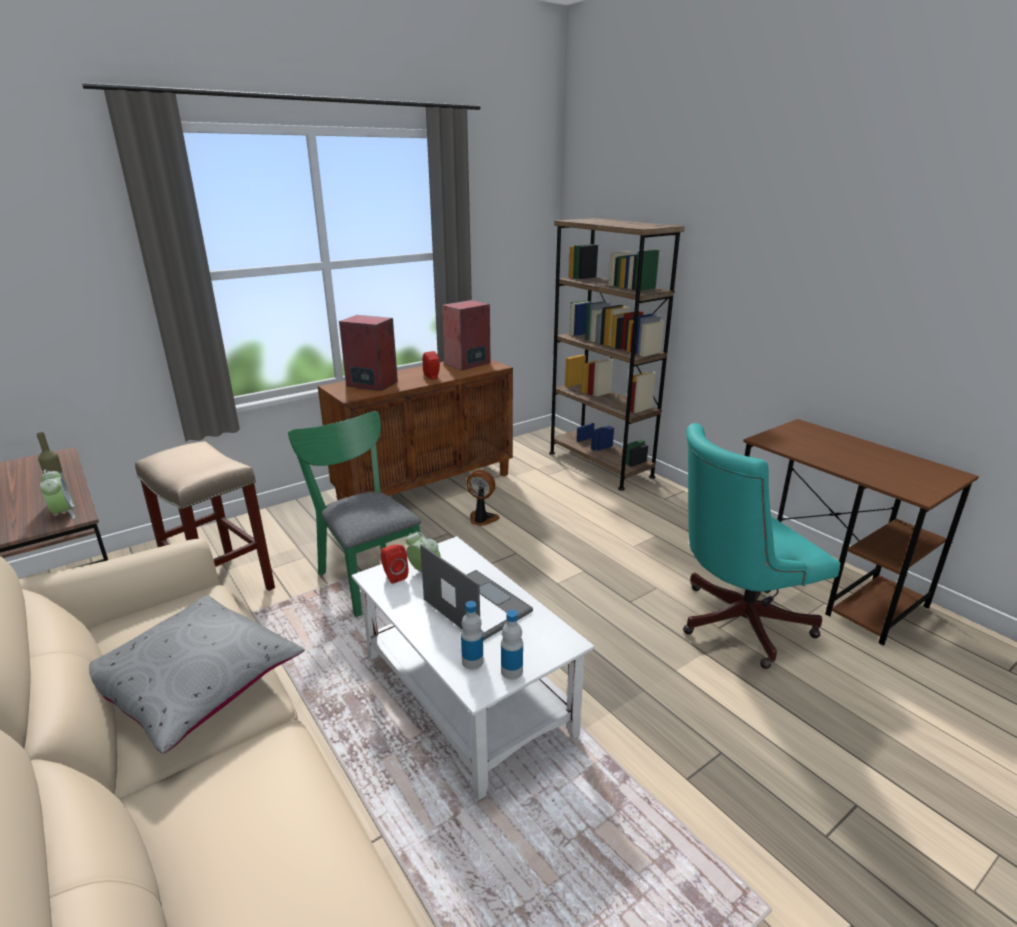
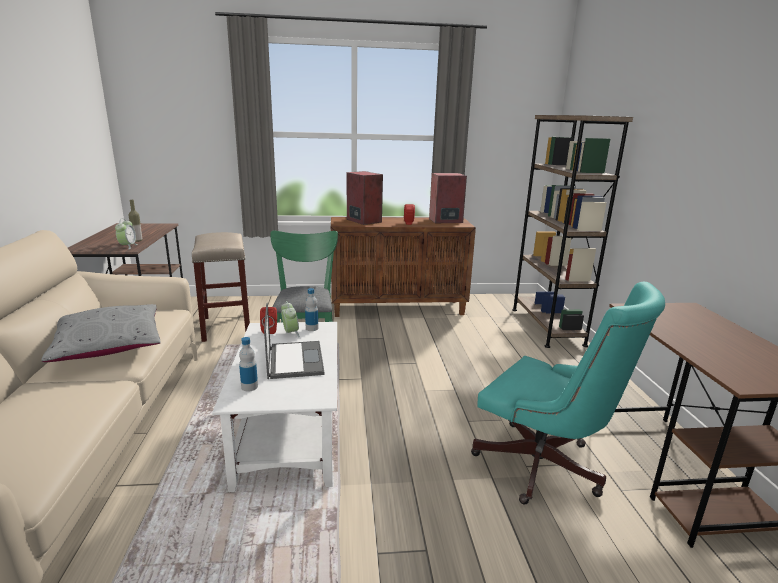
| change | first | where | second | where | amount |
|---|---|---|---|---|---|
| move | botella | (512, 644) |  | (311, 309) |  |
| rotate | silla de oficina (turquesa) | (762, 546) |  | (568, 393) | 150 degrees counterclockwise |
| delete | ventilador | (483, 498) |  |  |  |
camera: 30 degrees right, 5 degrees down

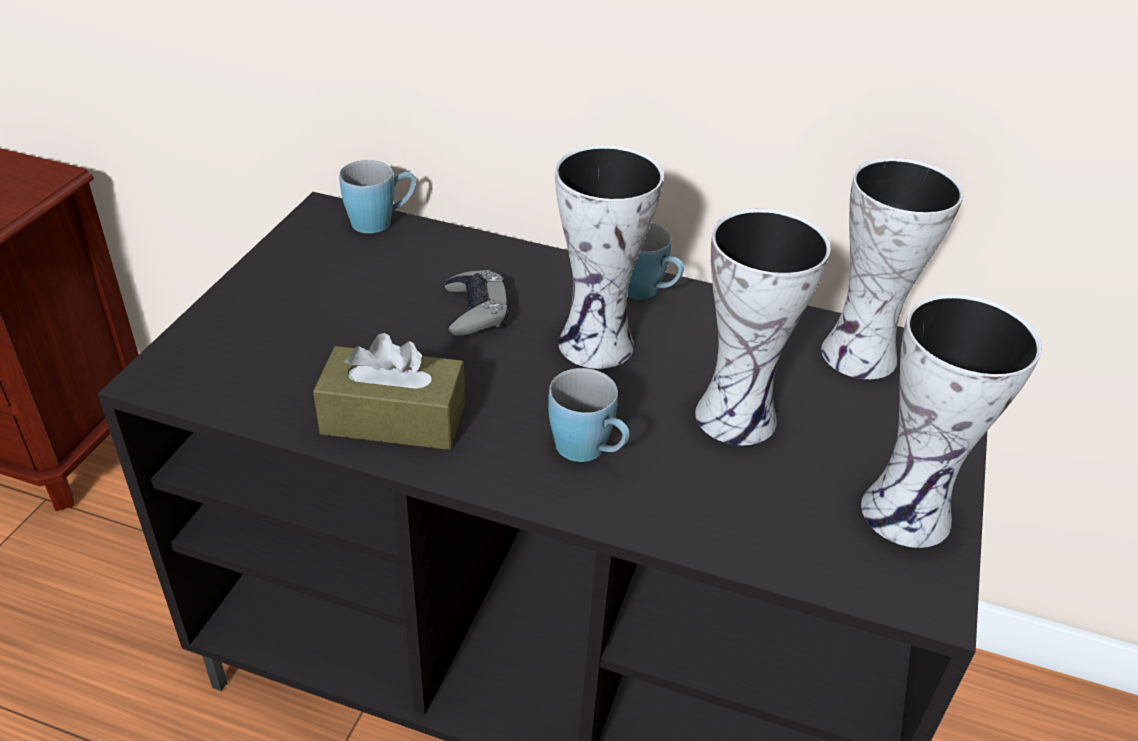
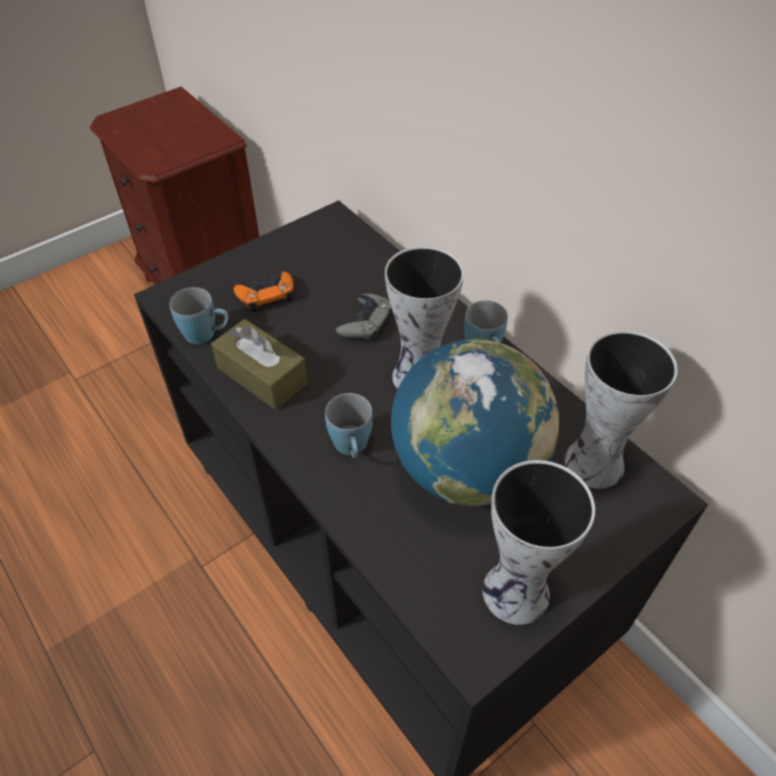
| change | first | where | second | where | amount |
|---|---|---|---|---|---|
| move | taza grande (azul) | (377, 197) |  | (199, 315) |  |
| insert |  |  | mando de consola (naranja) | (264, 291) |  |
| replace | florero | (763, 326) | globo terráqueo | (475, 422) |  |
camera: 35 degrees right, 10 degrees up

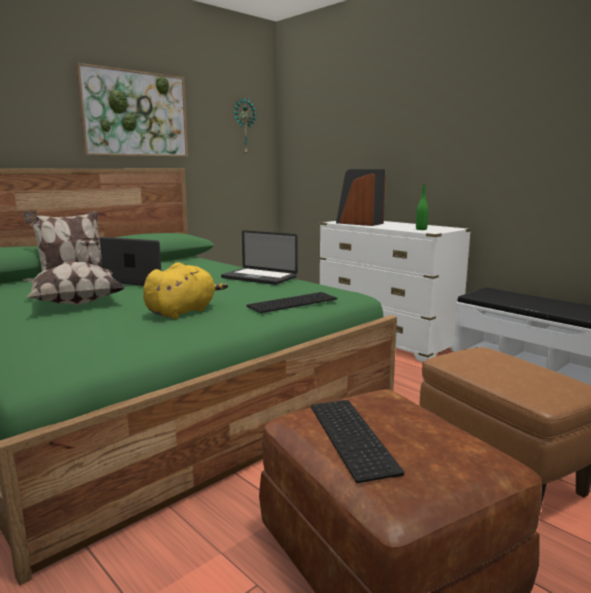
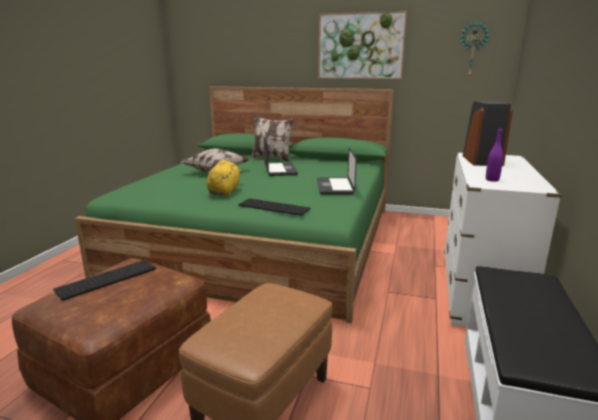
| change | first | where | second | where | amount |
|---|---|---|---|---|---|
| rotate | peluche (amarillo) | (185, 290) |  | (224, 178) | 90 degrees counterclockwise |
| recolor | botella (verde) | (422, 207) | botella (morado) | (494, 155) |  |
camera: 60 degrees right, 5 degrees up

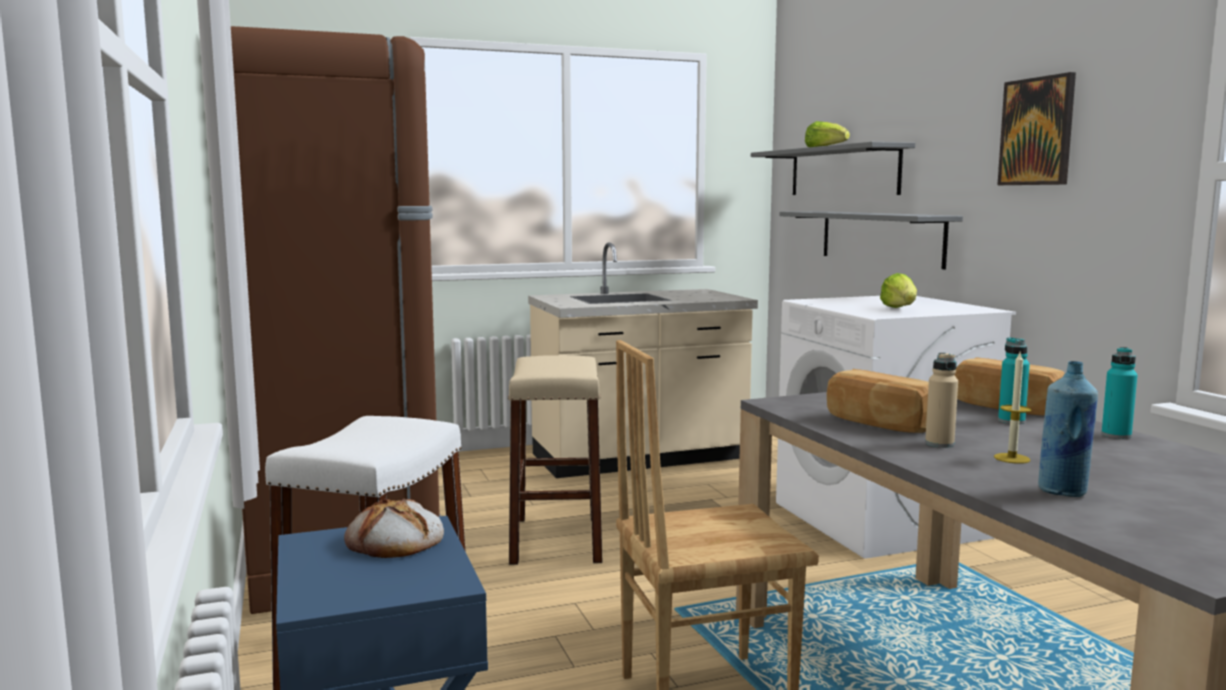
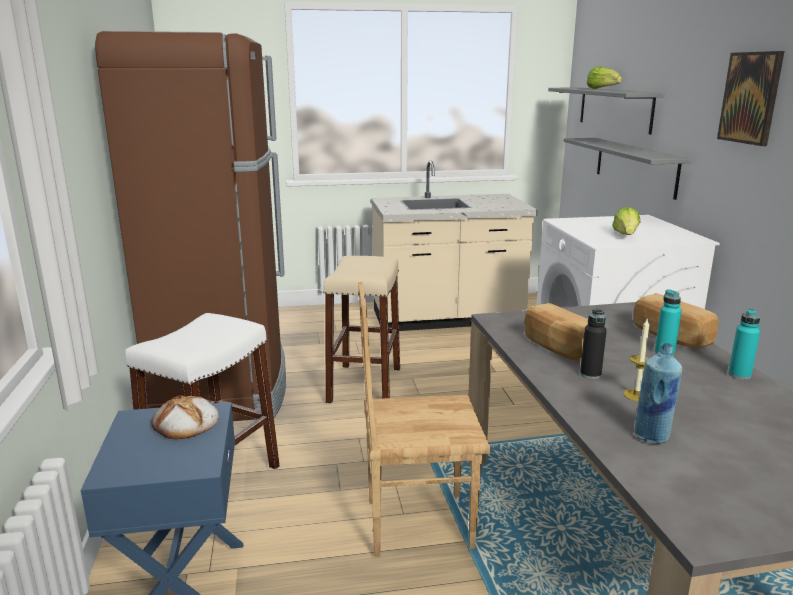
| change | first | where | second | where | amount |
|---|---|---|---|---|---|
| recolor | botella (beis) | (941, 400) | botella (negro) | (593, 343) |  |
camera: 10 degrees right, 10 degrees up

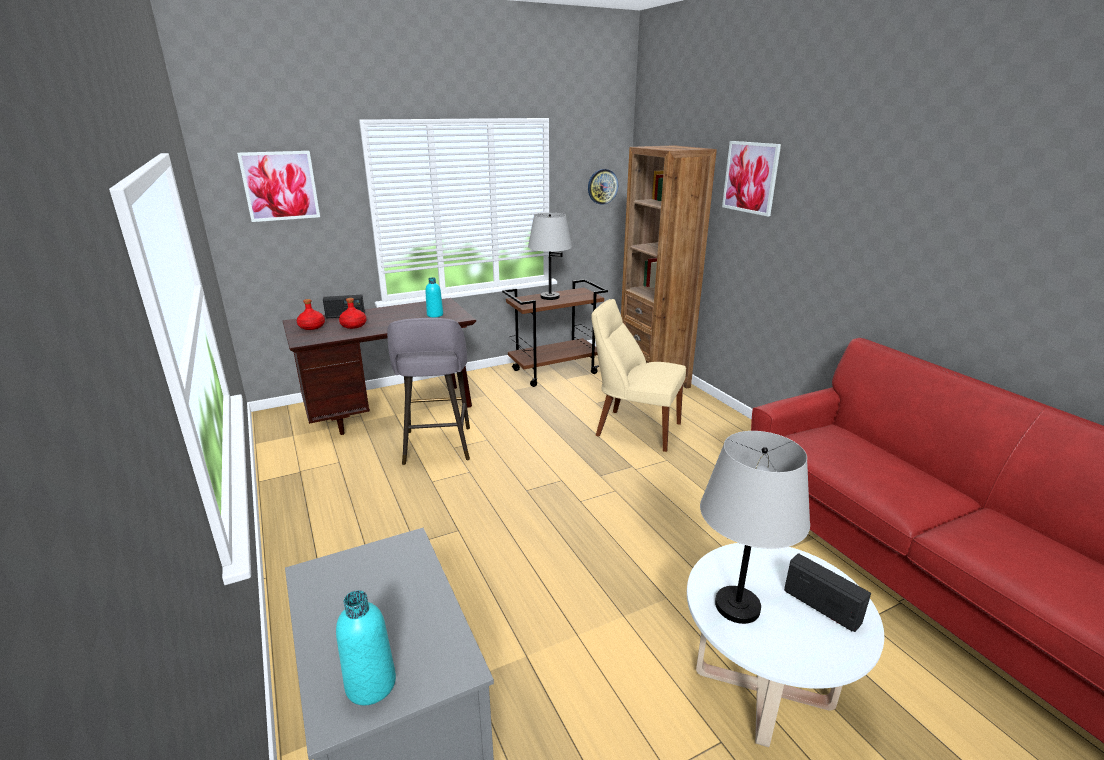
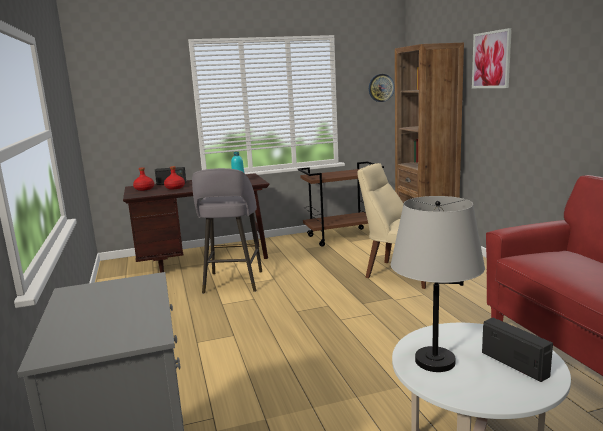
| change | first | where | second | where | amount |
|---|---|---|---|---|---|
| delete | cuadro | (278, 186) |  |  |  |
| delete | botella (turquesa) | (366, 647) |  |  |  |
| delete | lámpara de mesa (gris) | (550, 256) |  |  |  |
camera: 10 degrees right, 10 degrees down

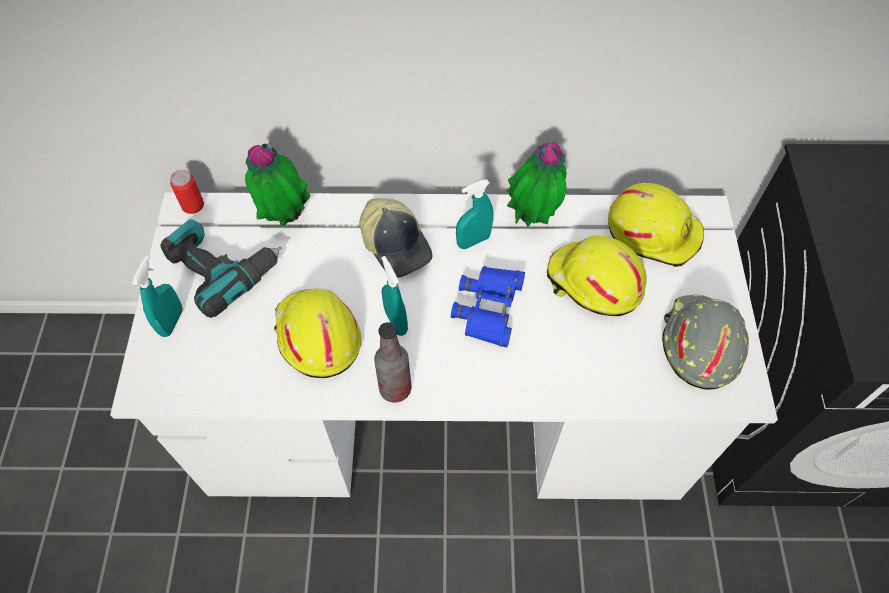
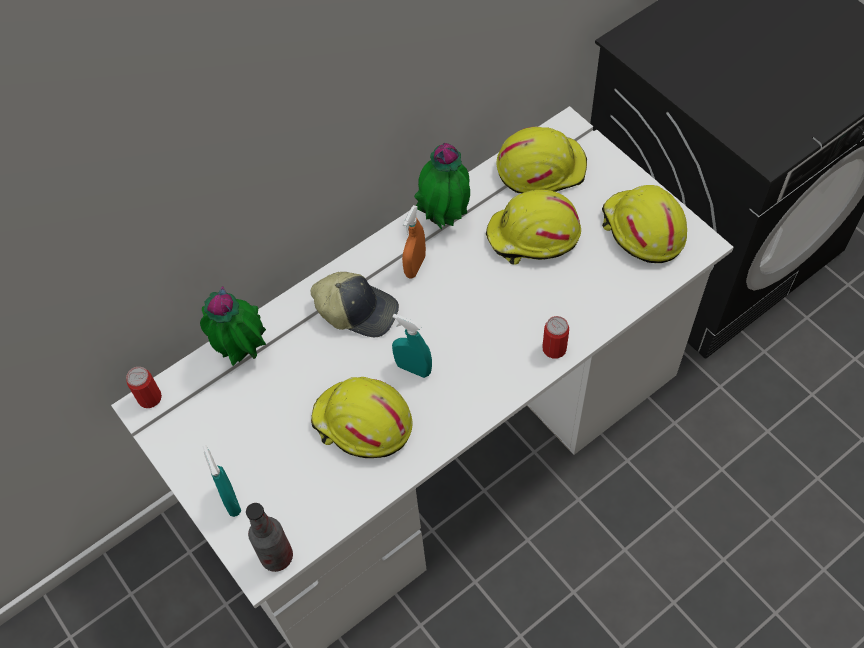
| change | first | where | second | where | amount |
|---|---|---|---|---|---|
| move | botella | (392, 362) |  | (269, 537) |  |
| recolor | pulverizador (turquesa) | (474, 214) | pulverizador (naranja) | (414, 241) |  |
| insert |  |  | lata | (555, 337) |  |
| recolor | casco (gris) | (705, 342) | casco (amarillo) | (644, 224) |  |
| delete | taladro | (221, 268) |  |  |  |
| delete | prismáticos (azul) | (488, 306) |  |  |  |
camera: 35 degrees left, 0 degrees up

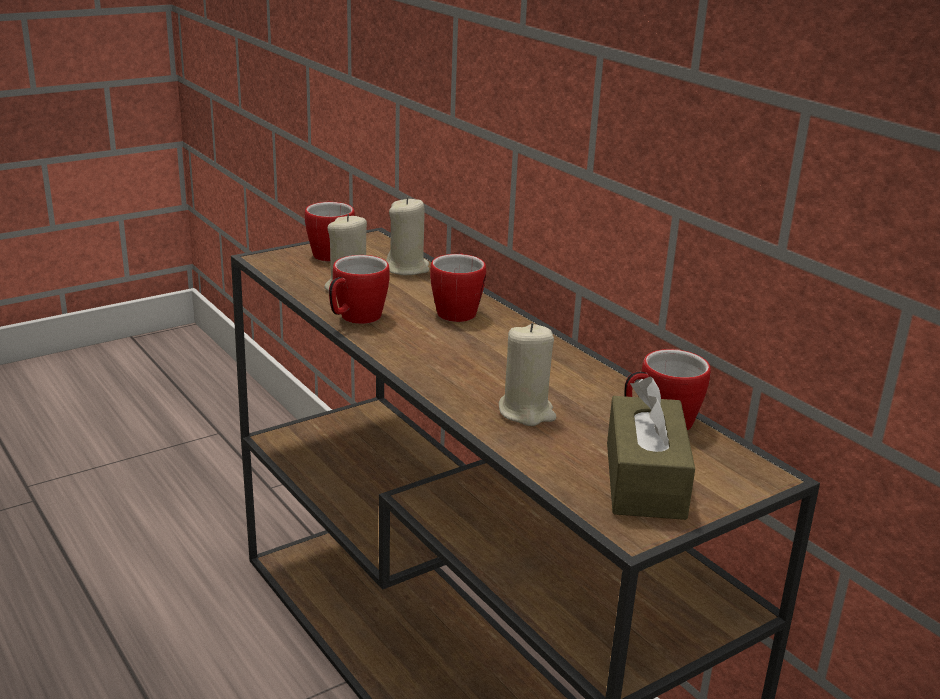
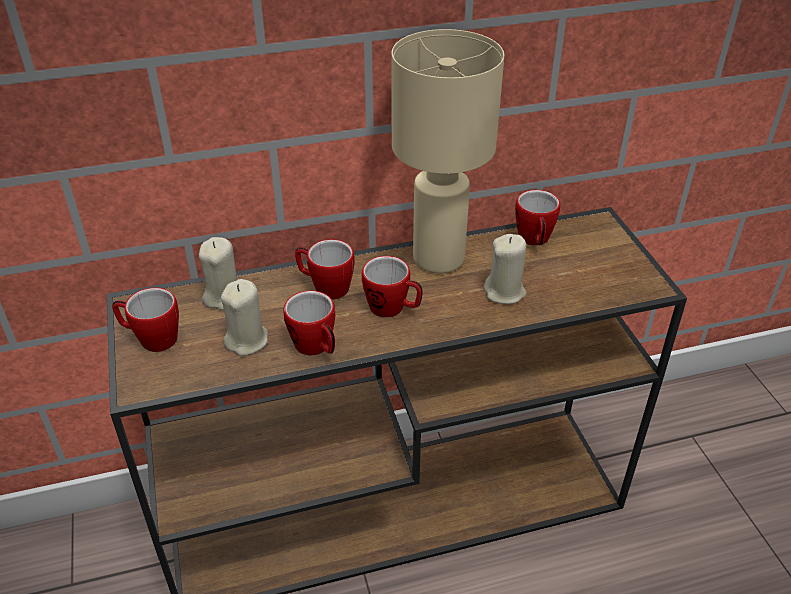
| change | first | where | second | where | amount |
|---|---|---|---|---|---|
| insert |  |  | taza grande | (392, 286) |  |
| insert |  |  | lámpara de mesa (beis) | (448, 151) |  |
| delete | caja de pañuelos (marrón) | (651, 448) |  |  |  |
camera: 70 degrees left, 15 degrees up

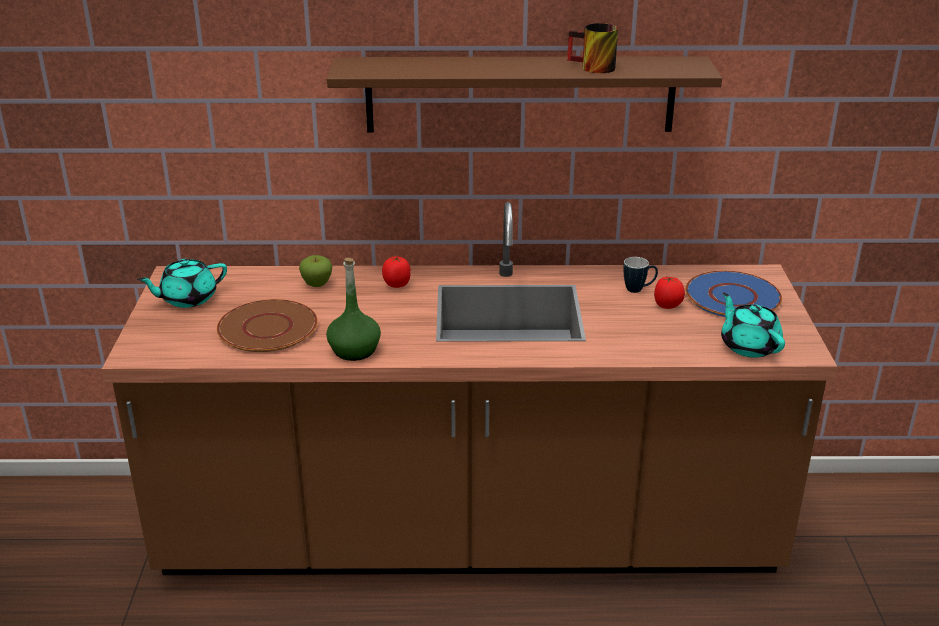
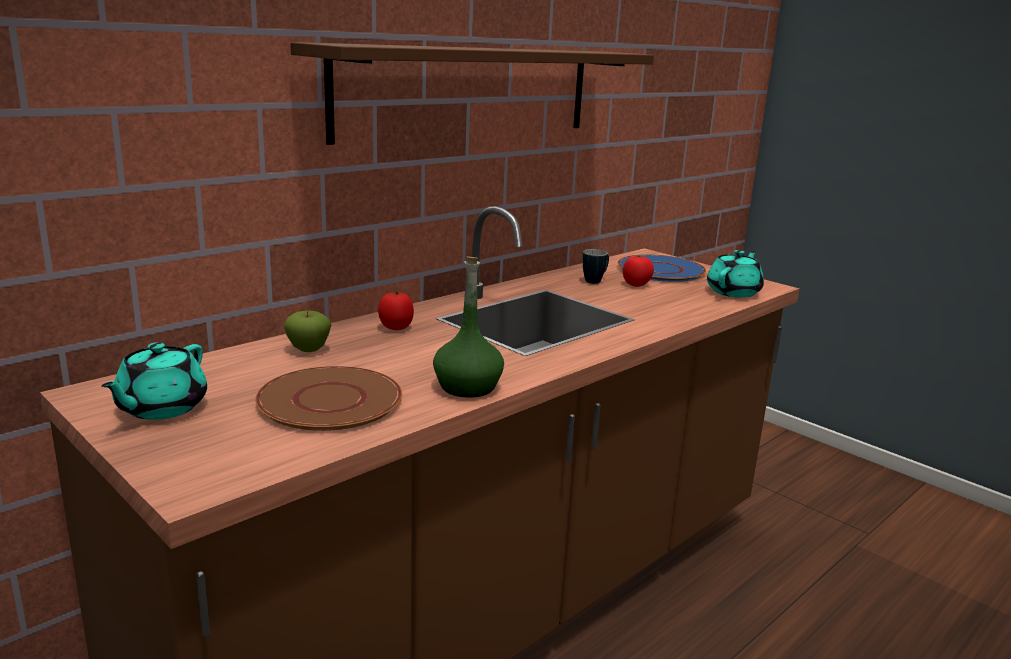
| change | first | where | second | where | amount |
|---|---|---|---|---|---|
| rotate | tetera (turquesa) | (753, 325) |  | (735, 274) | 105 degrees clockwise |
| delete | taza grande | (592, 48) |  |  |  |
camera: 45 degrees left, 10 degrees down

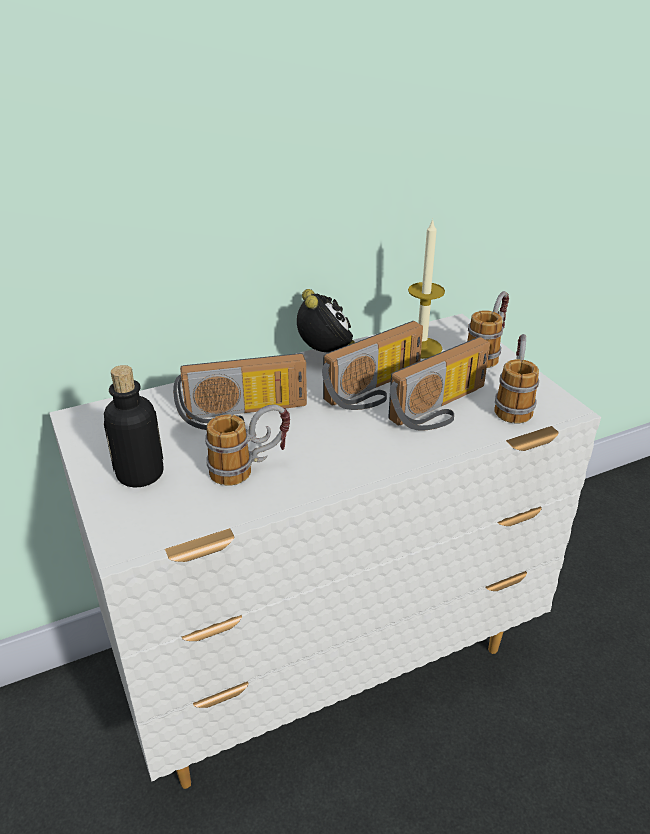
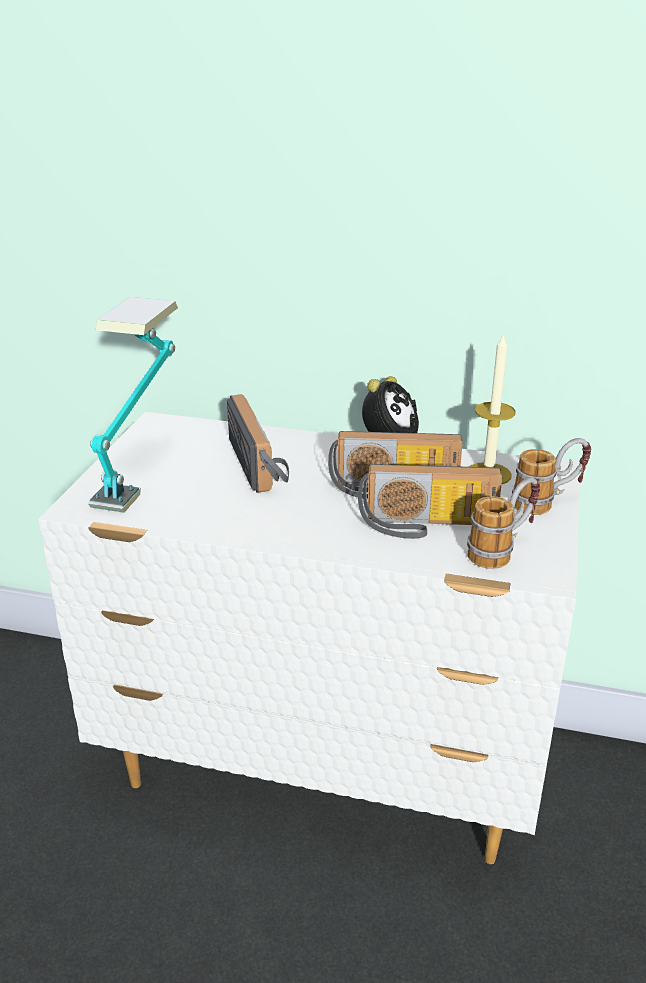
| change | first | where | second | where | amount |
|---|---|---|---|---|---|
| replace | botella | (134, 426) | lámpara de mesa | (133, 405) |  |
| rotate | radio | (240, 391) |  | (258, 443) | 135 degrees counterclockwise |
| delete | taza grande | (247, 445) |  |  |  |
camera: 40 degrees right, 5 degrees down

